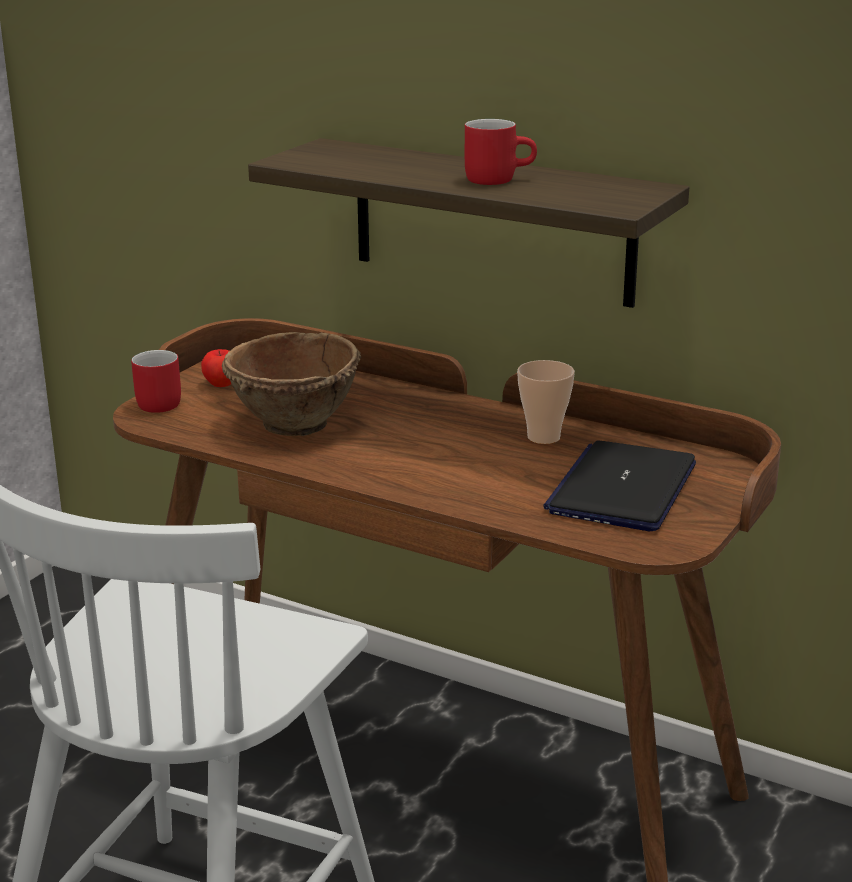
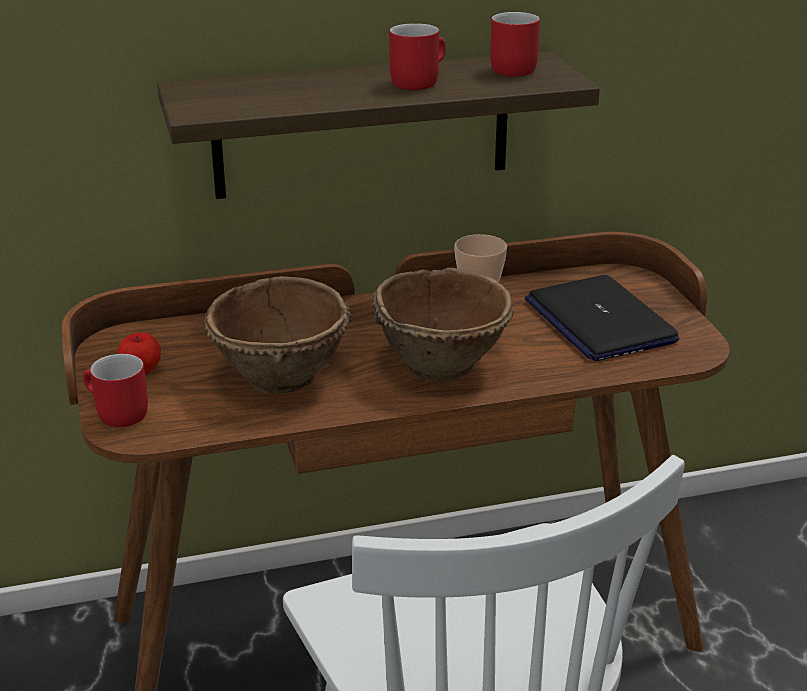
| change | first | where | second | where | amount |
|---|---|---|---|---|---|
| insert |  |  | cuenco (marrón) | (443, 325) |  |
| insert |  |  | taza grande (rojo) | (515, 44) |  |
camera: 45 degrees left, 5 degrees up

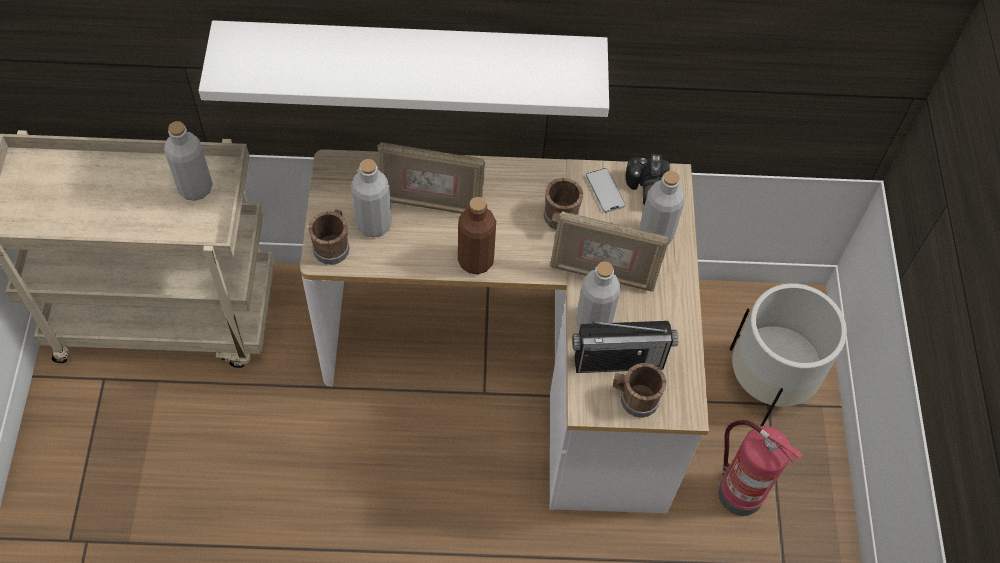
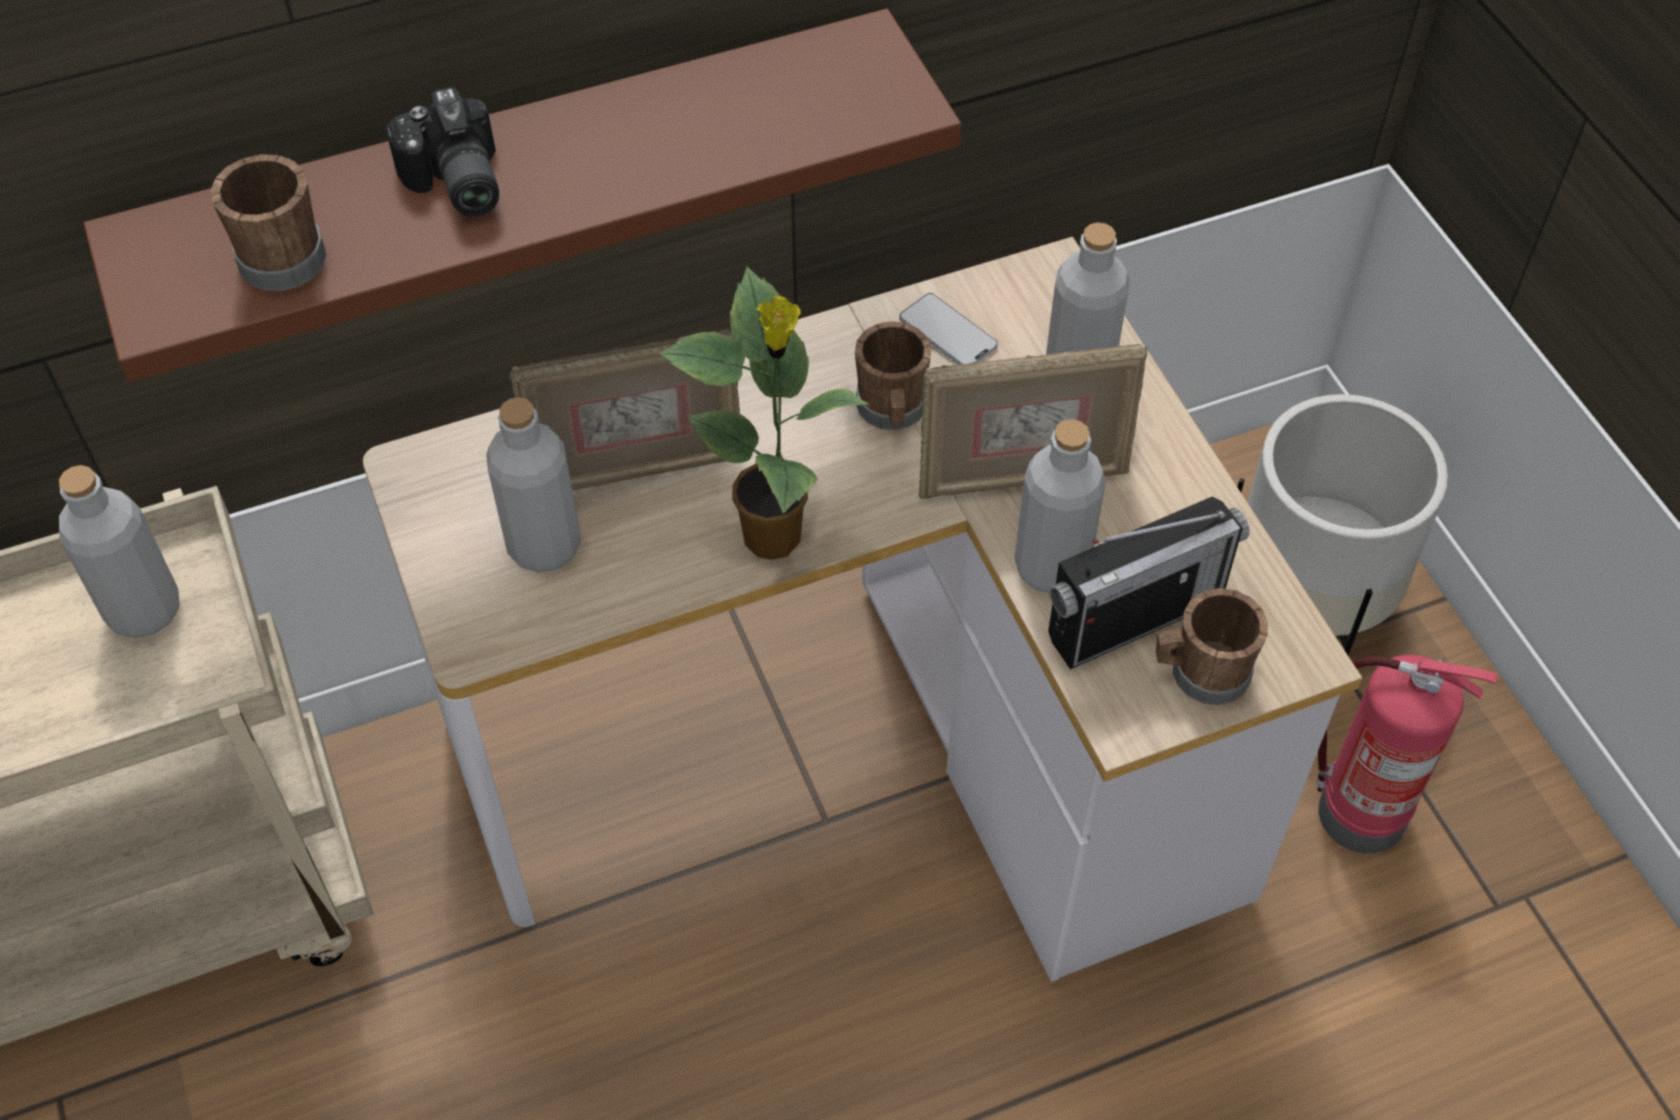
| change | first | where | second | where | amount |
|---|---|---|---|---|---|
| recolor | estante (blanco) | (404, 68) | estante (marrón) | (522, 195) |  |
| move | taza grande (marrón) | (328, 237) |  | (268, 222) |  |
| move | cámara | (648, 180) |  | (442, 152) |  |
| replace | botella (marrón) | (477, 235) | planta en maceta | (764, 413) |  |
camera: 20 degrees left, 5 degrees down

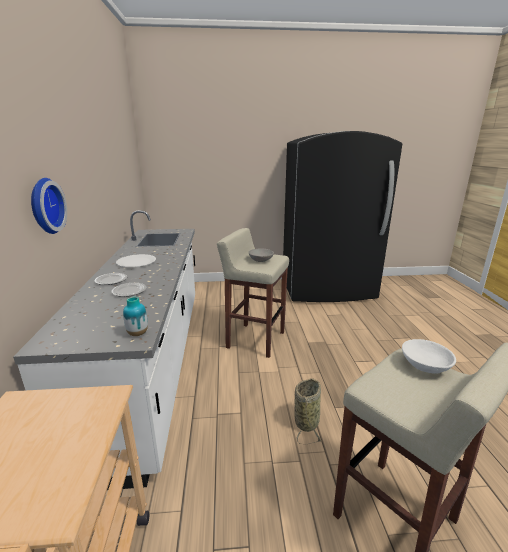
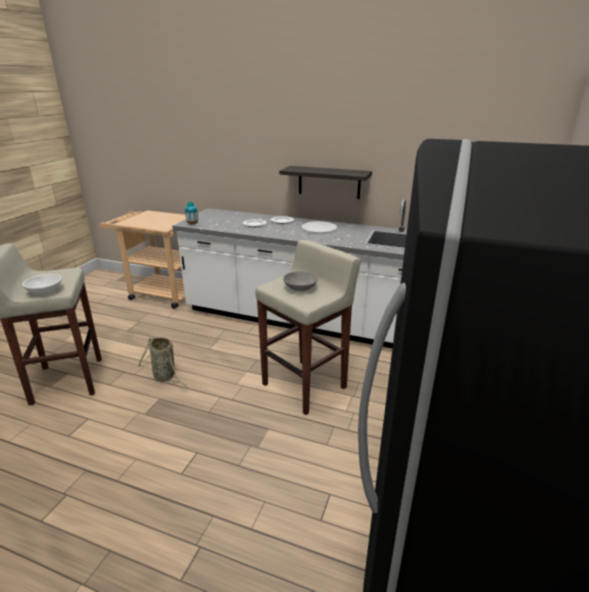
| change | first | where | second | where | amount |
|---|---|---|---|---|---|
| insert |  |  | estante | (325, 182) |  |
| delete | reloj de pared | (49, 206) |  |  |  |
camera: 115 degrees right, 5 degrees up

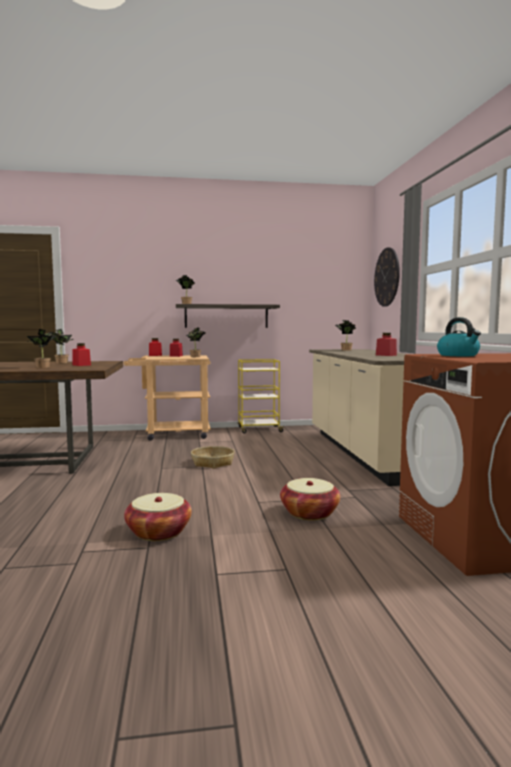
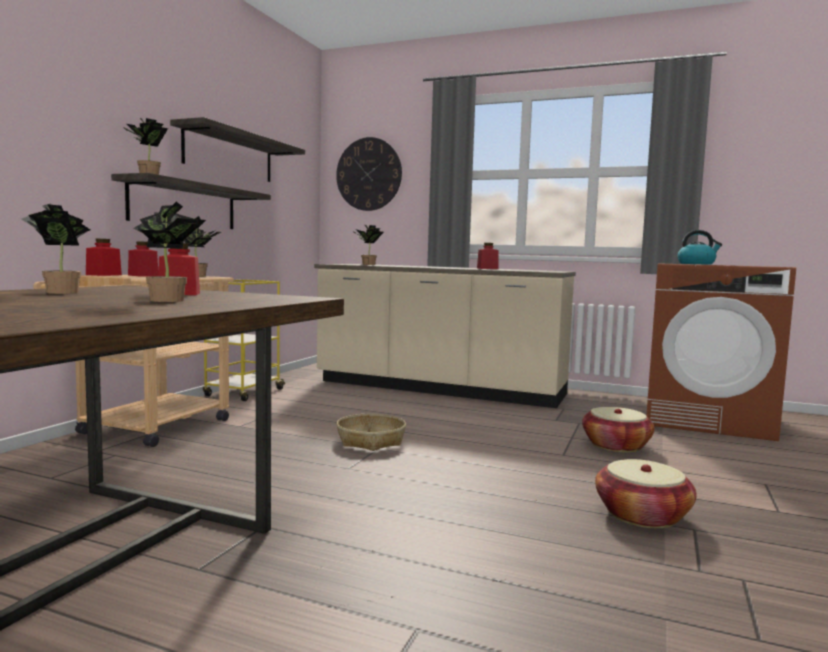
| change | first | where | second | where | amount |
|---|---|---|---|---|---|
| insert |  |  | estante | (237, 149) |  |
camera: 60 degrees left, 0 degrees up

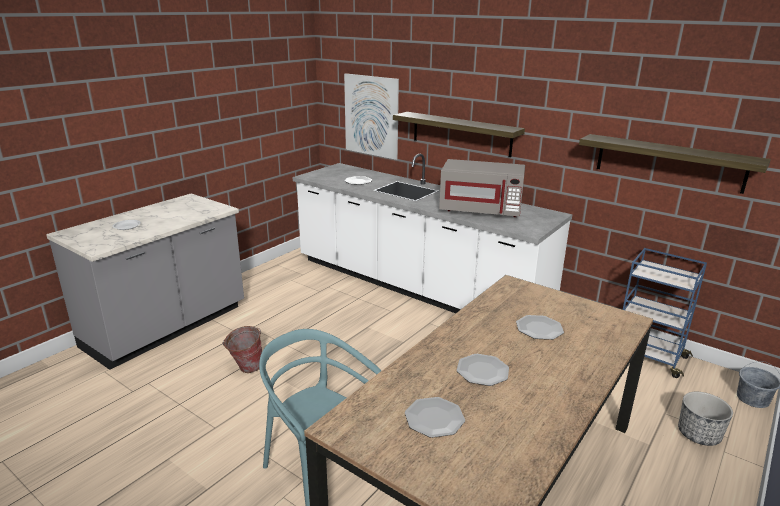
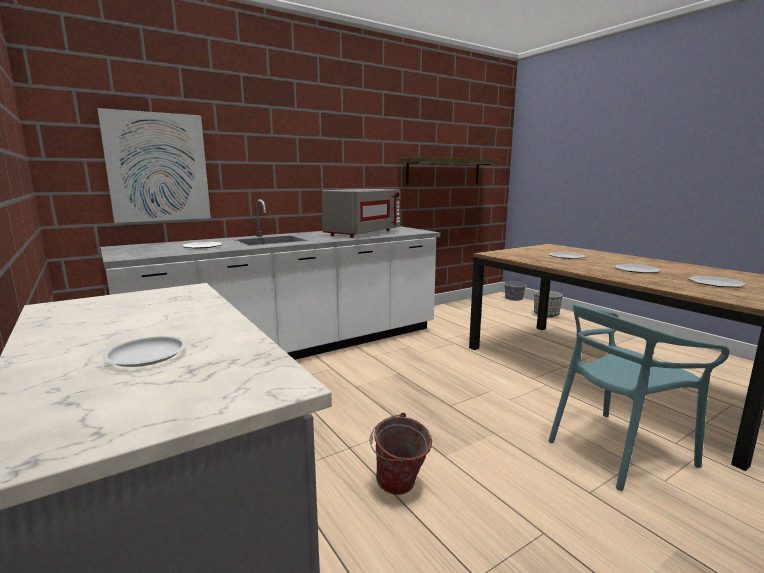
| change | first | where | second | where | amount |
|---|---|---|---|---|---|
| delete | estante | (459, 134) |  |  |  |
| delete | carrito (azul) | (665, 313) |  |  |  |
camera: 70 degrees left, 10 degrees down

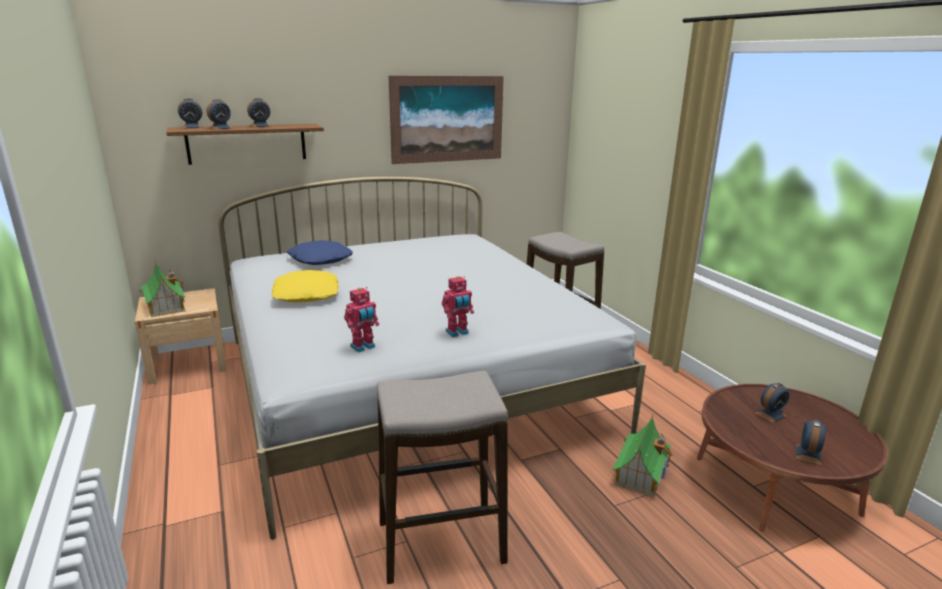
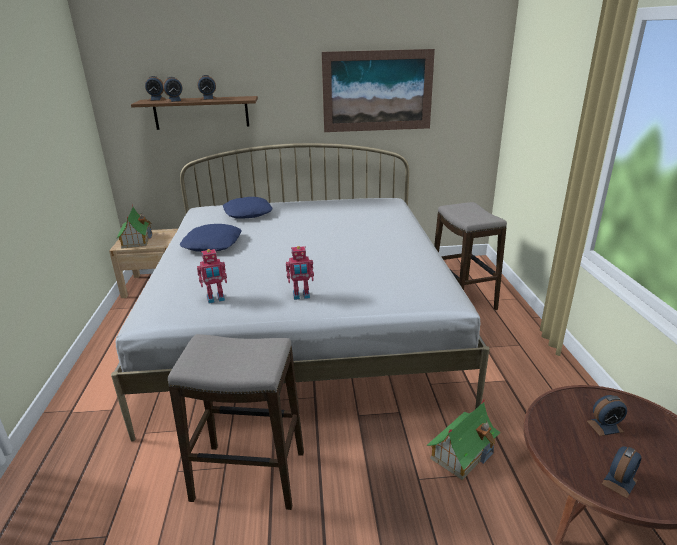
| change | first | where | second | where | amount |
|---|---|---|---|---|---|
| recolor | cojín (amarillo) | (305, 286) | cojín (azul) | (211, 238) |  |
camera: 20 degrees right, 5 degrees up

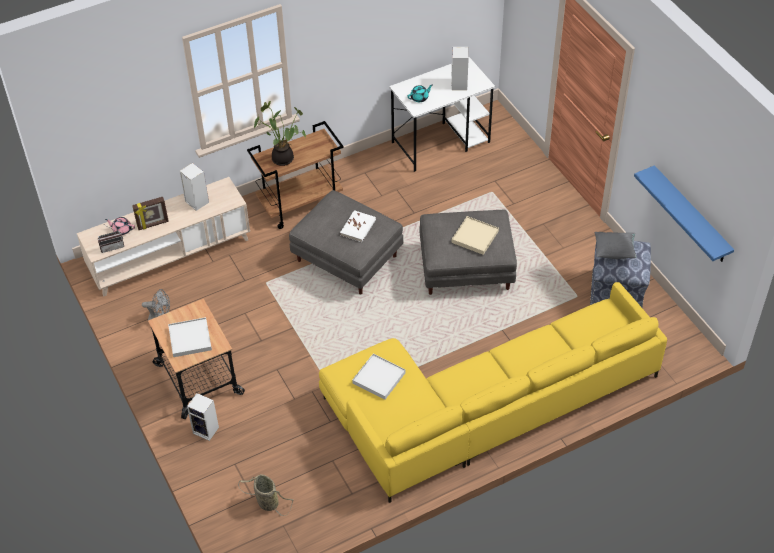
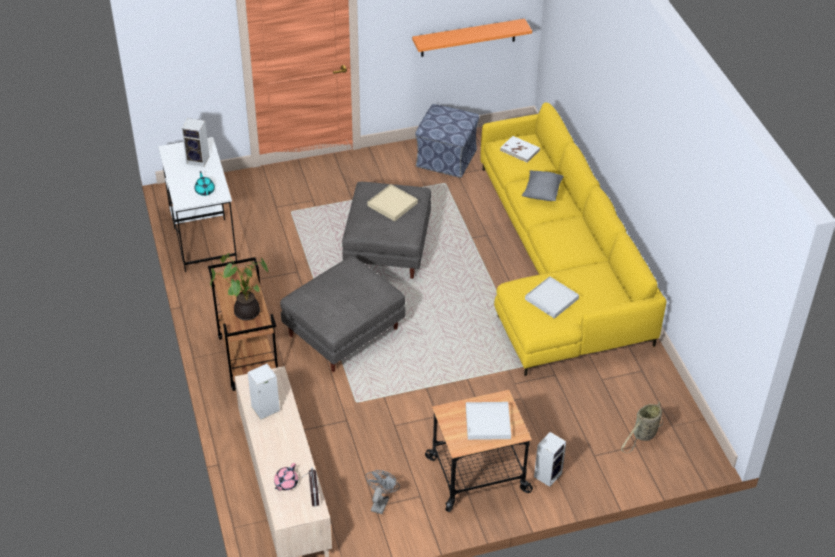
| change | first | where | second | where | amount |
|---|---|---|---|---|---|
| recolor | estante (azul) | (684, 213) | estante (naranja) | (472, 38) |  |
| move | libro (blanco) | (358, 226) |  | (520, 149) |  |
| move | cojín (gris) | (616, 245) |  | (543, 185) |  |
| delete | portarretratos | (150, 213) |  |  |  |
camera: 80 degrees left, 5 degrees down

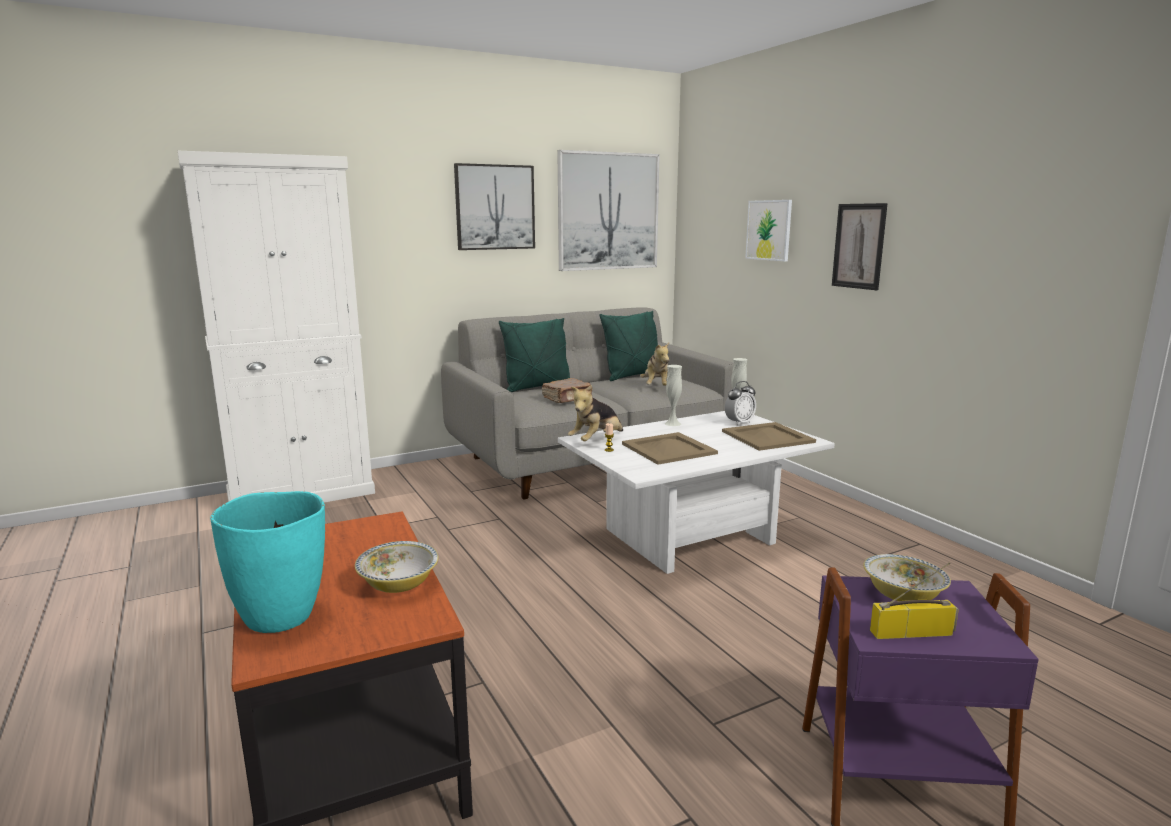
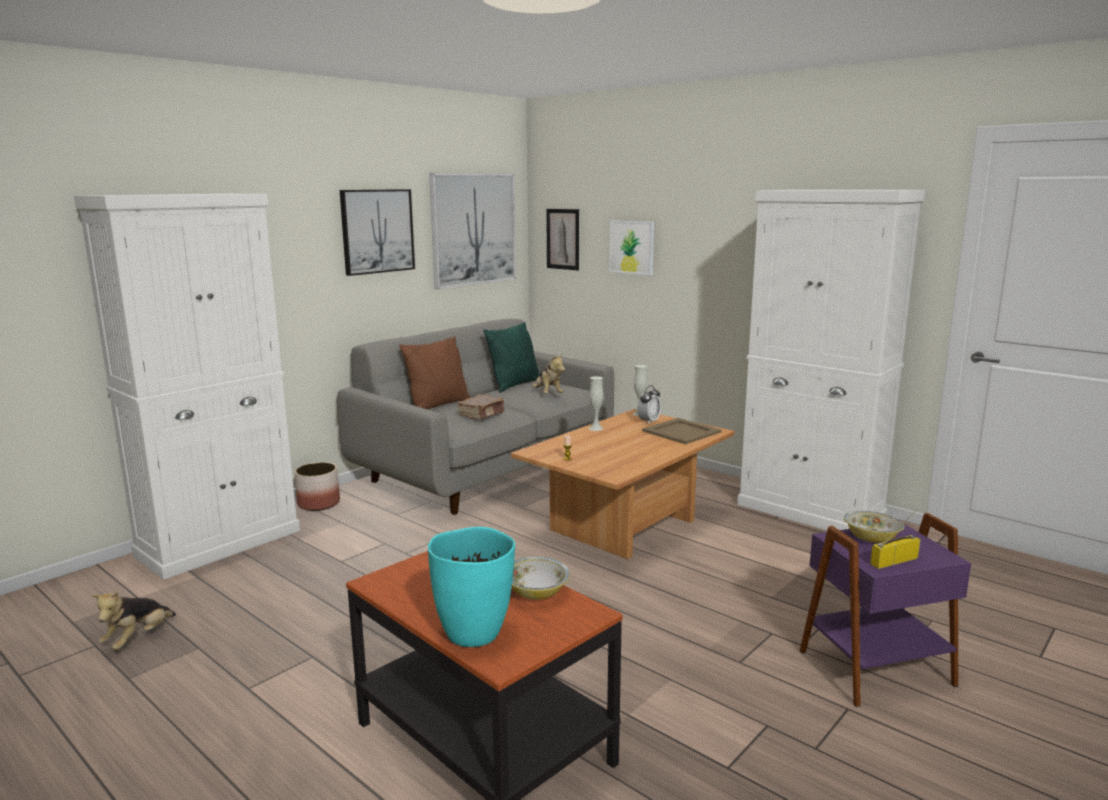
| change | first | where | second | where | amount |
|---|---|---|---|---|---|
| move | peluche | (595, 413) |  | (134, 620) |  |
| insert |  |  | maceta | (317, 486) |  |
| recolor | cojín (verde) | (534, 355) | cojín (marrón) | (435, 372) |  |
| recolor | mesa de centro (blanco) | (696, 492) | mesa de centro (marrón) | (622, 484) |  |
| move | cuadro | (860, 246) |  | (562, 240) |  |
| insert |  |  | armario (blanco) | (831, 360) |  |
| delete | bandeja (beis) | (670, 448) |  |  |  |
camera: 20 degrees left, 0 degrees up

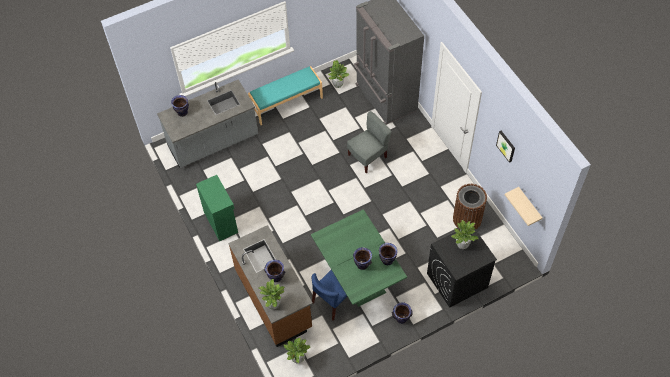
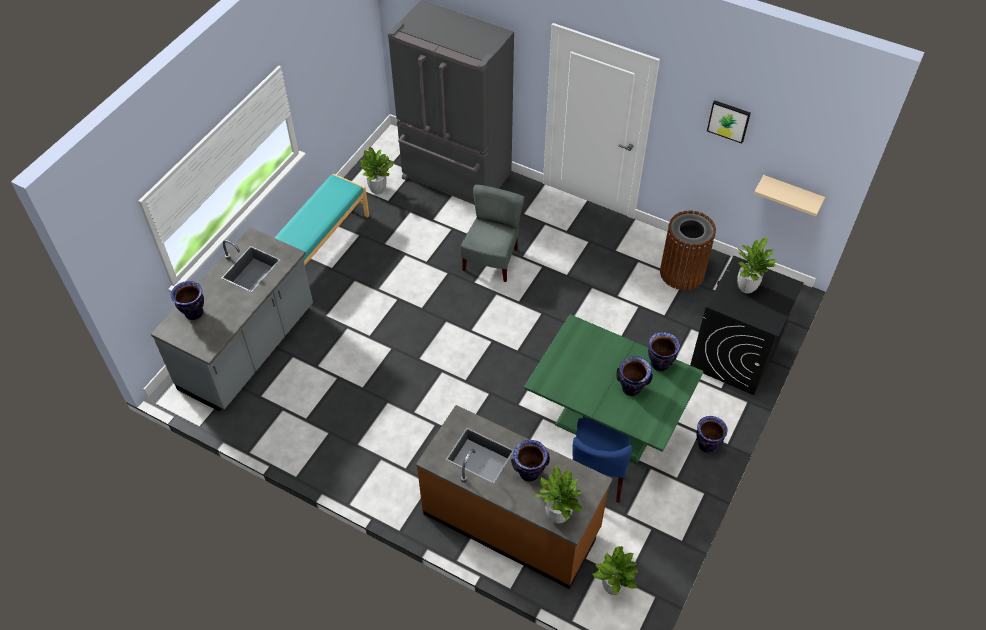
| change | first | where | second | where | amount |
|---|---|---|---|---|---|
| delete | armario (verde) | (217, 208) |  |  |  |
camera: 35 degrees left, 5 degrees down

